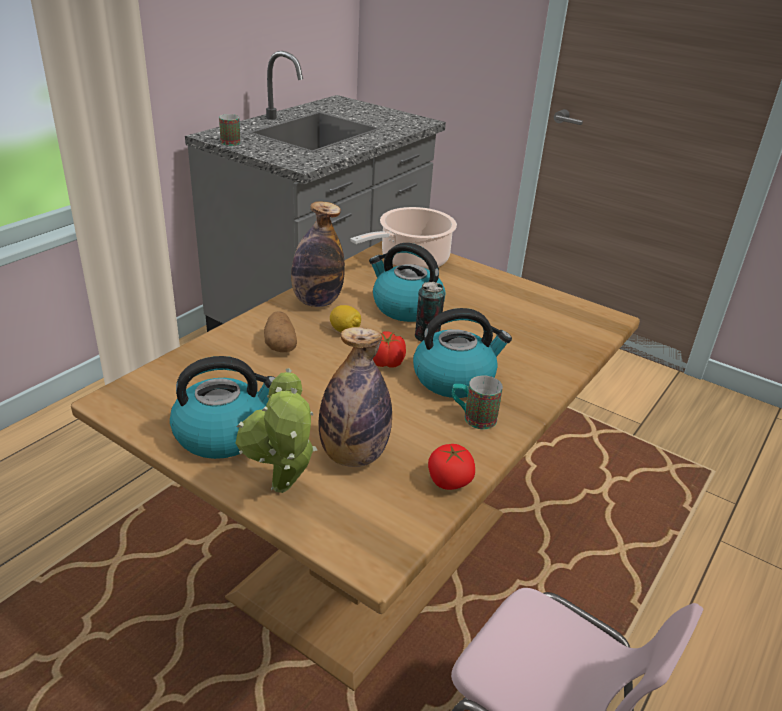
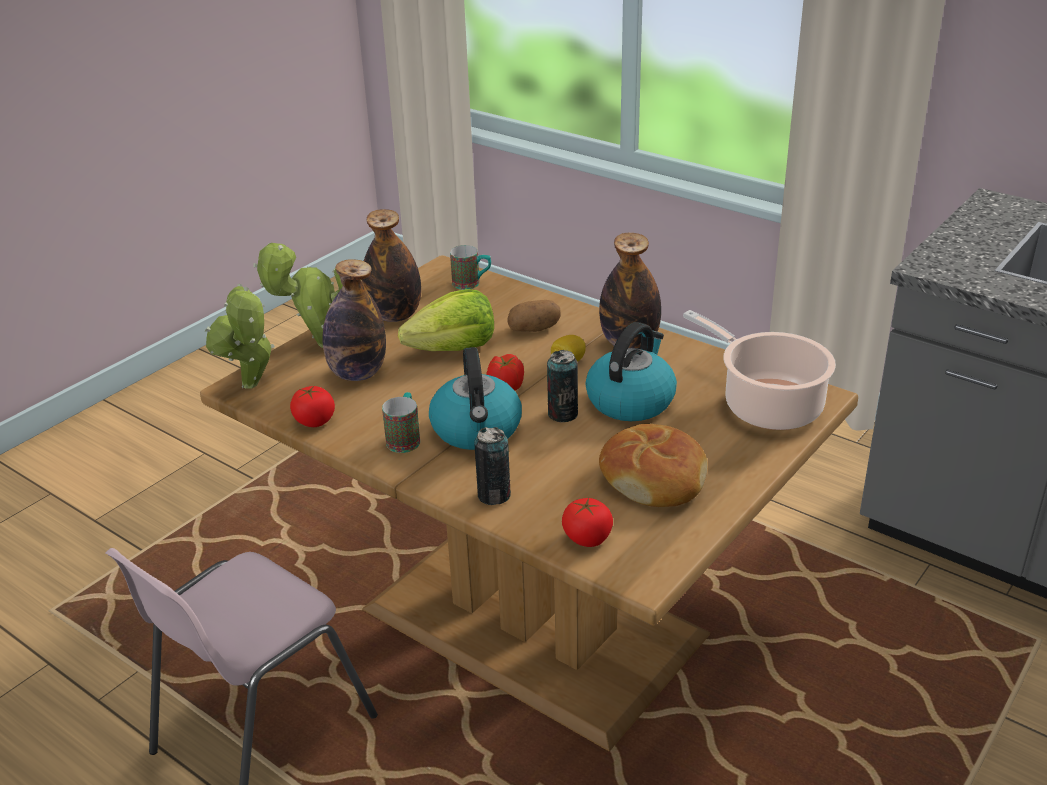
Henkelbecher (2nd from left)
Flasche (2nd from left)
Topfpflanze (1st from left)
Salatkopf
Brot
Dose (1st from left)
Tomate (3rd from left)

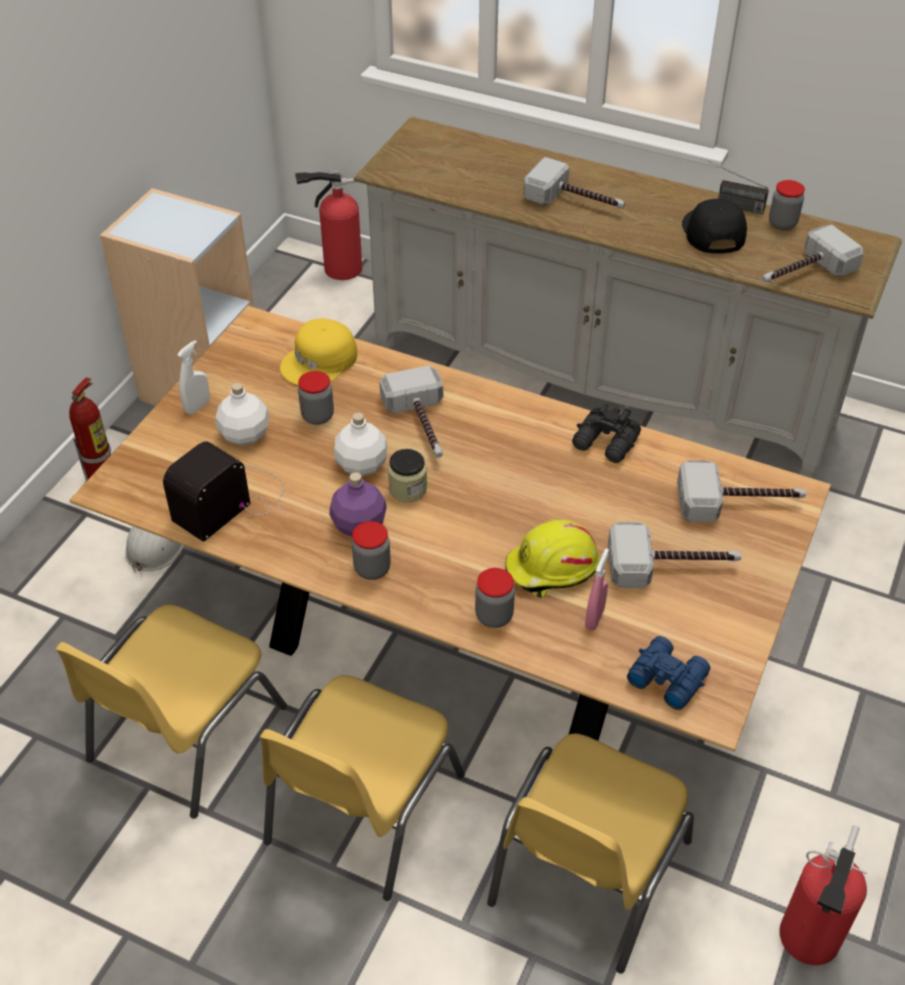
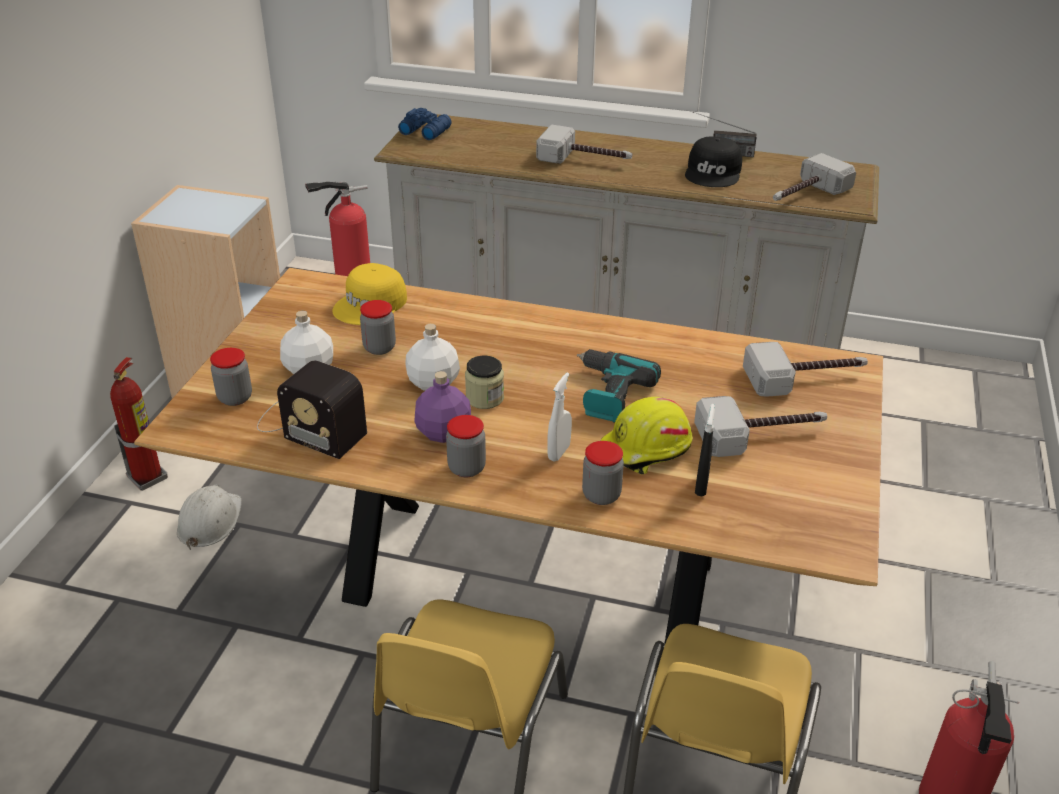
Vorratsglas (1st from left)
Kappe/schwarz
Sprühflasche/weiß
Hammer (1st from left in the first image)
Fernglas/schwarz
Radio (1st from left)
Sprühflasche/schwarz
Stuhl/gelb (1st from left in the first image)
Fernglas/blau
Bohrmaschine

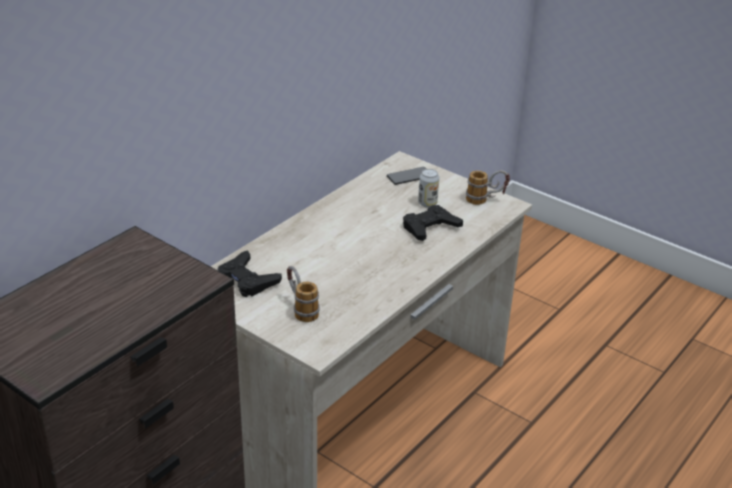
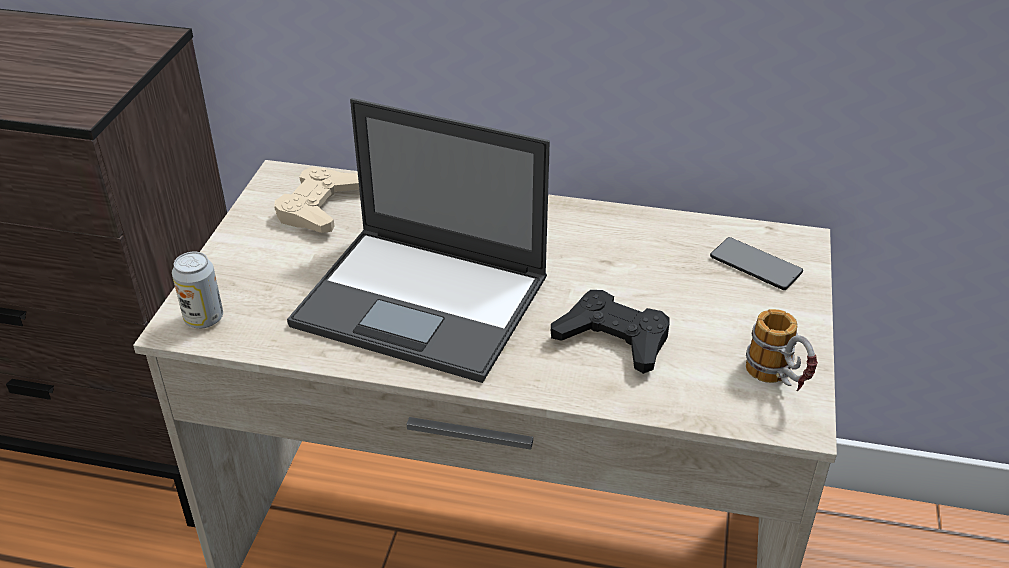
Dose
Gamepad/beige
Henkelbecher (1st from left in the first image)
Laptop

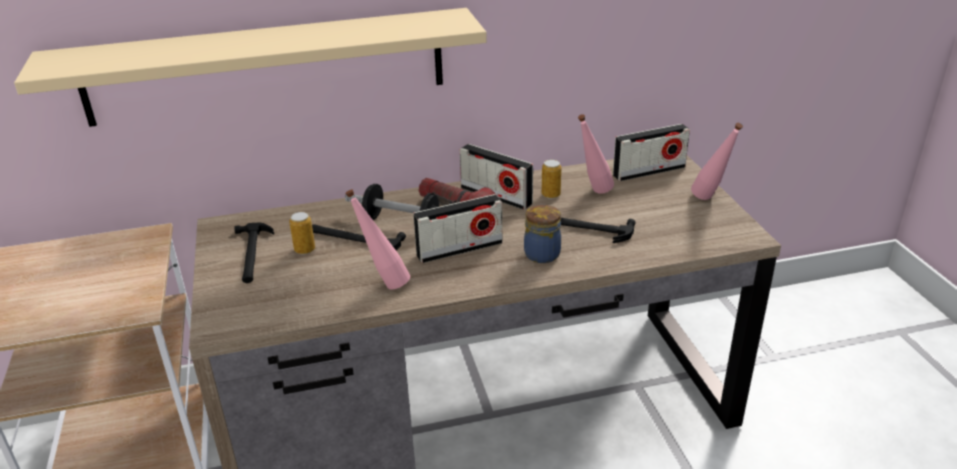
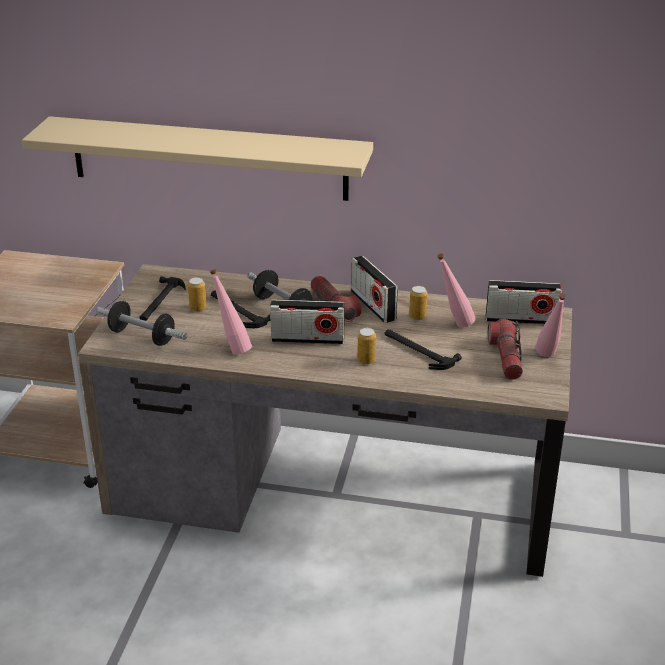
Dose (2nd from left)
Hantel (1st from left)
Taschenlampe (2nd from left)

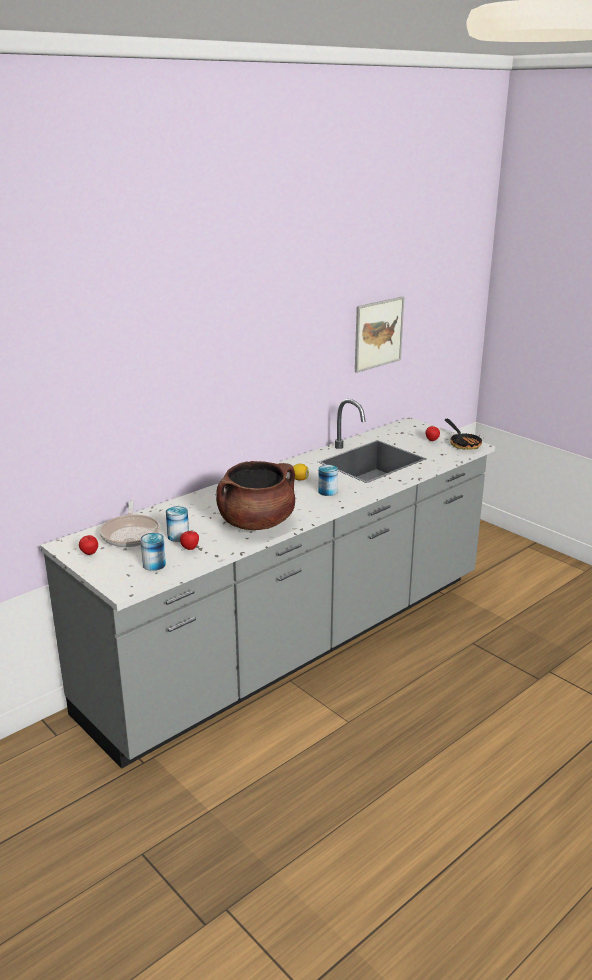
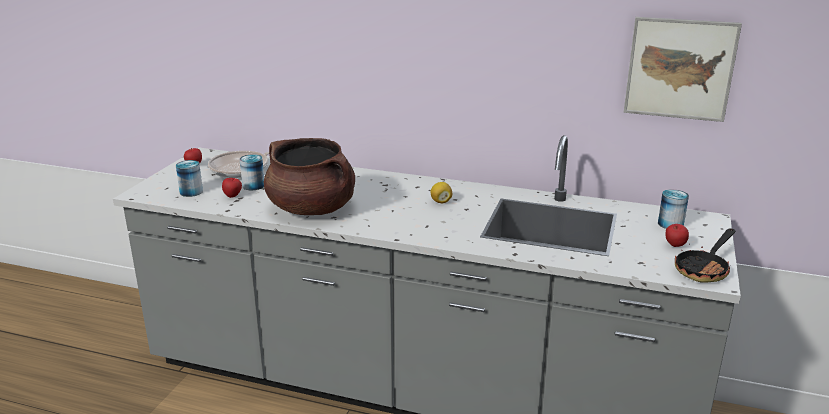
Dose (3rd from left)

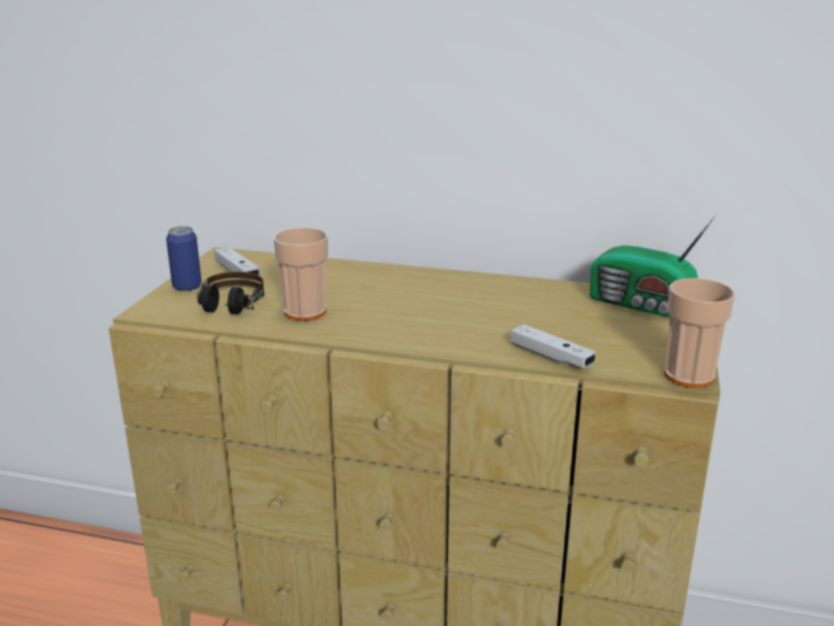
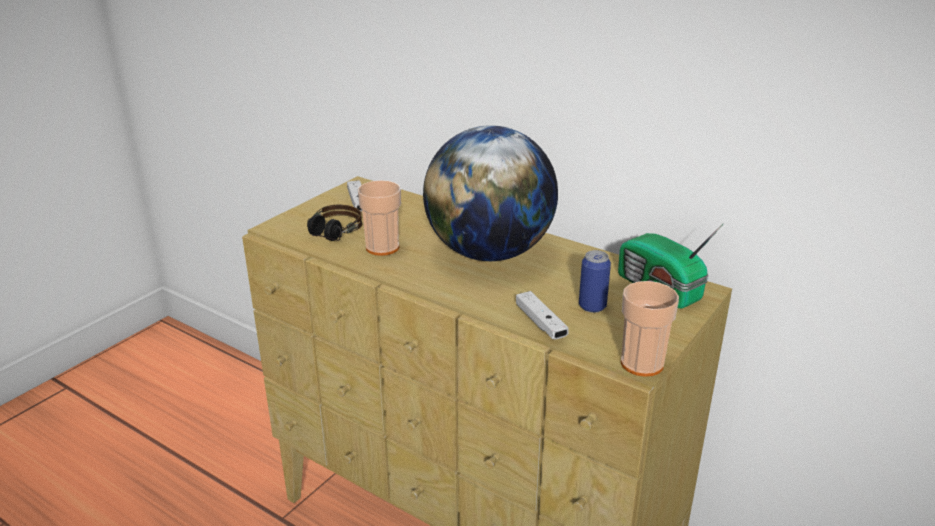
Dose
Globus

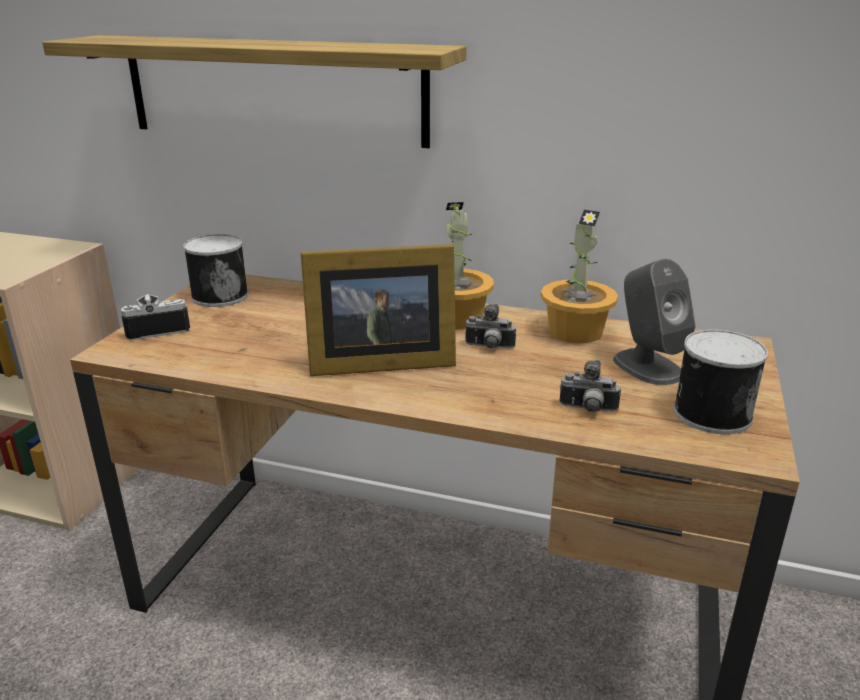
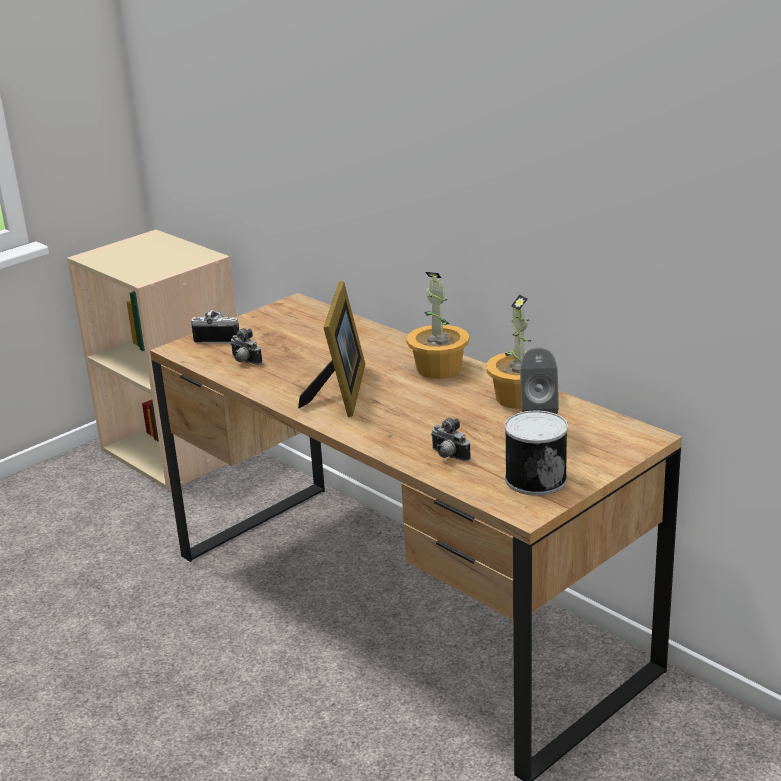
Wandregal
Dose (1st from left in the first image)
Bilderrahmen
Kamera (2nd from left)

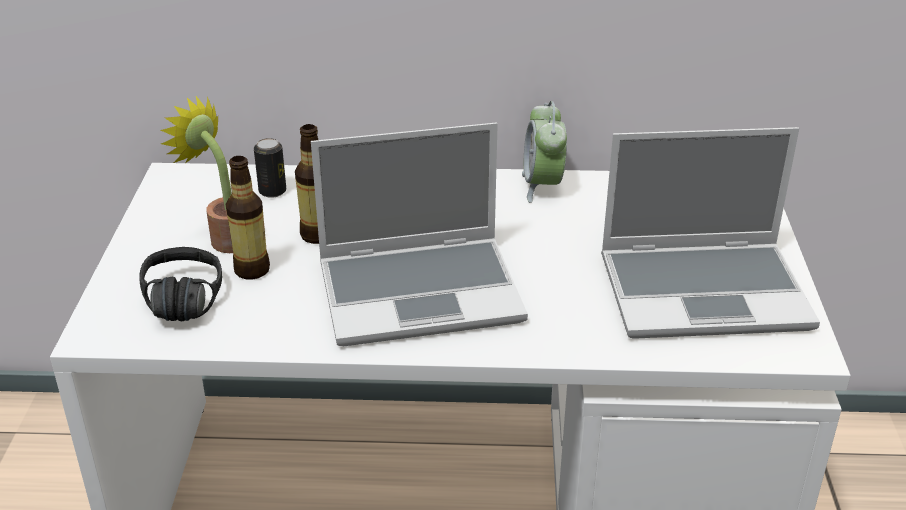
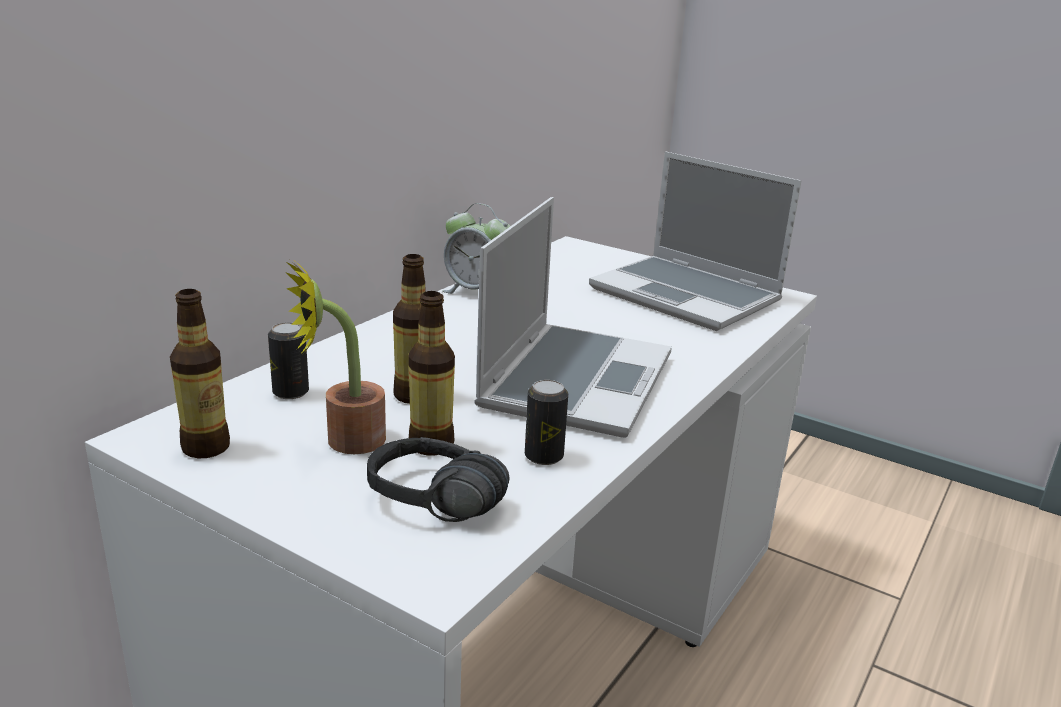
Laptop (2nd from left)
Flasche (1st from left)
Dose (2nd from left)

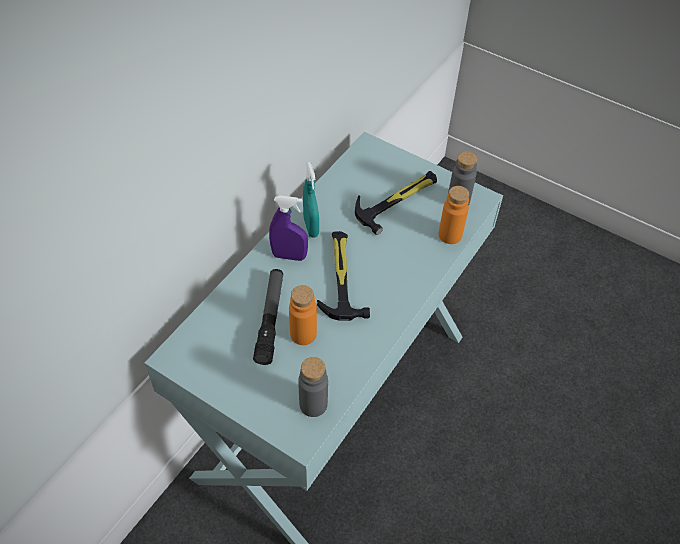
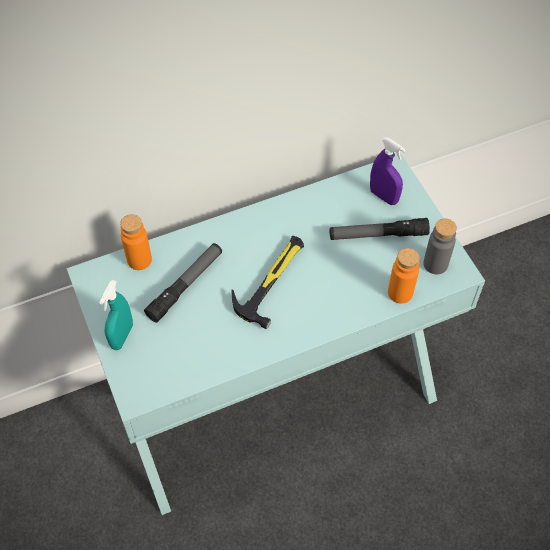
Sprühflasche/türkis
Taschenlampe (2nd from left)
Sprühflasche/lila
Flasche/orange (1st from left)
Flasche/grau (1st from left in the first image)

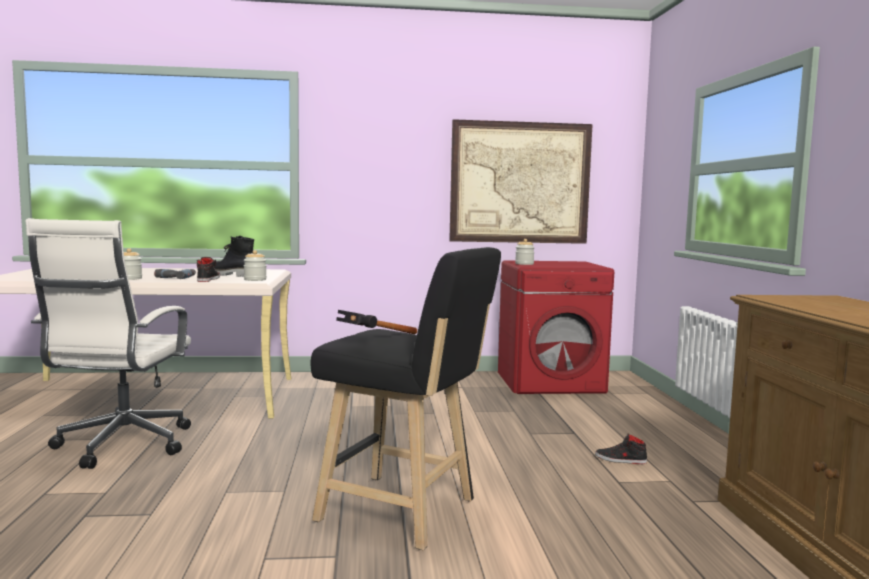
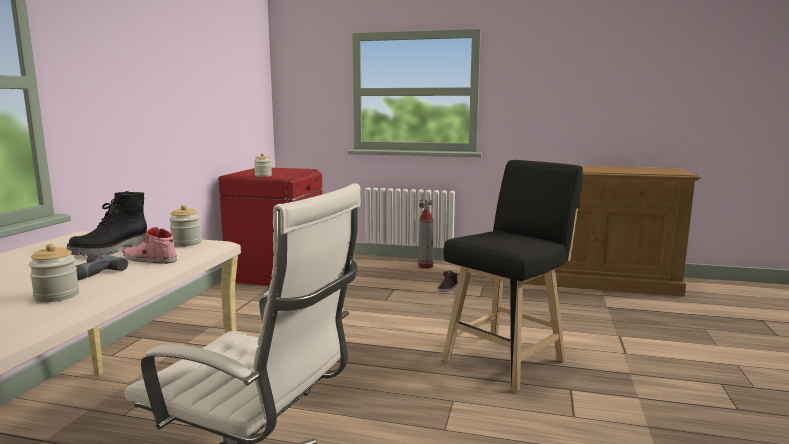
Bild
Schuh/rosa
Hammer
Feuerlöscher

